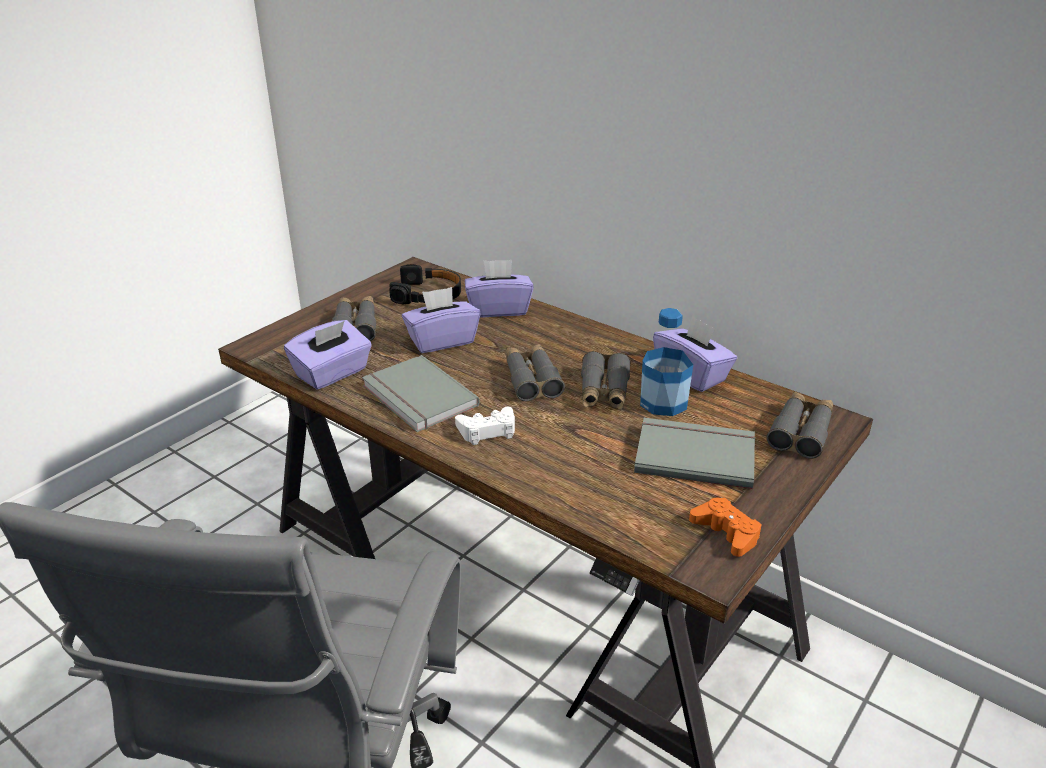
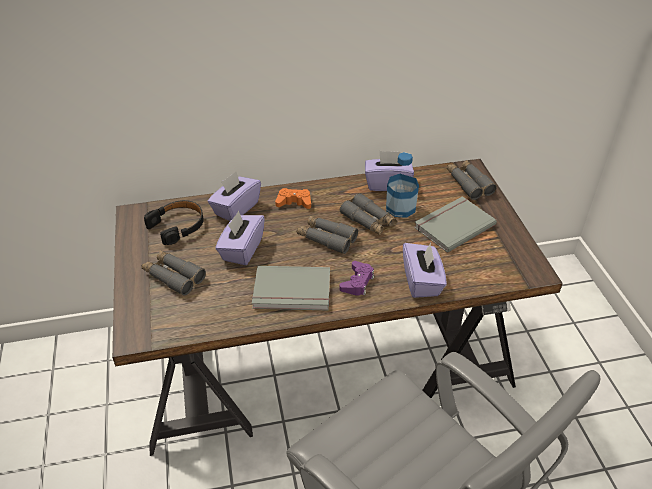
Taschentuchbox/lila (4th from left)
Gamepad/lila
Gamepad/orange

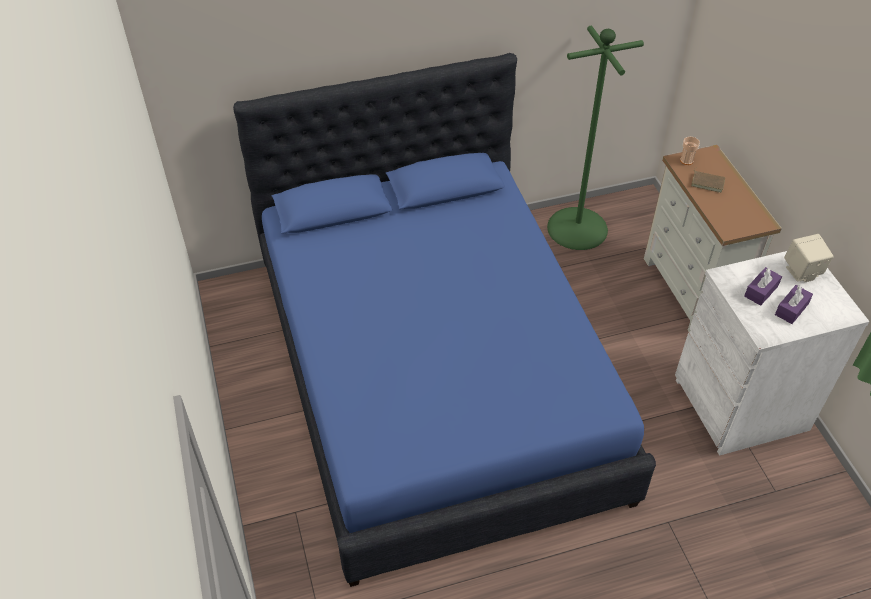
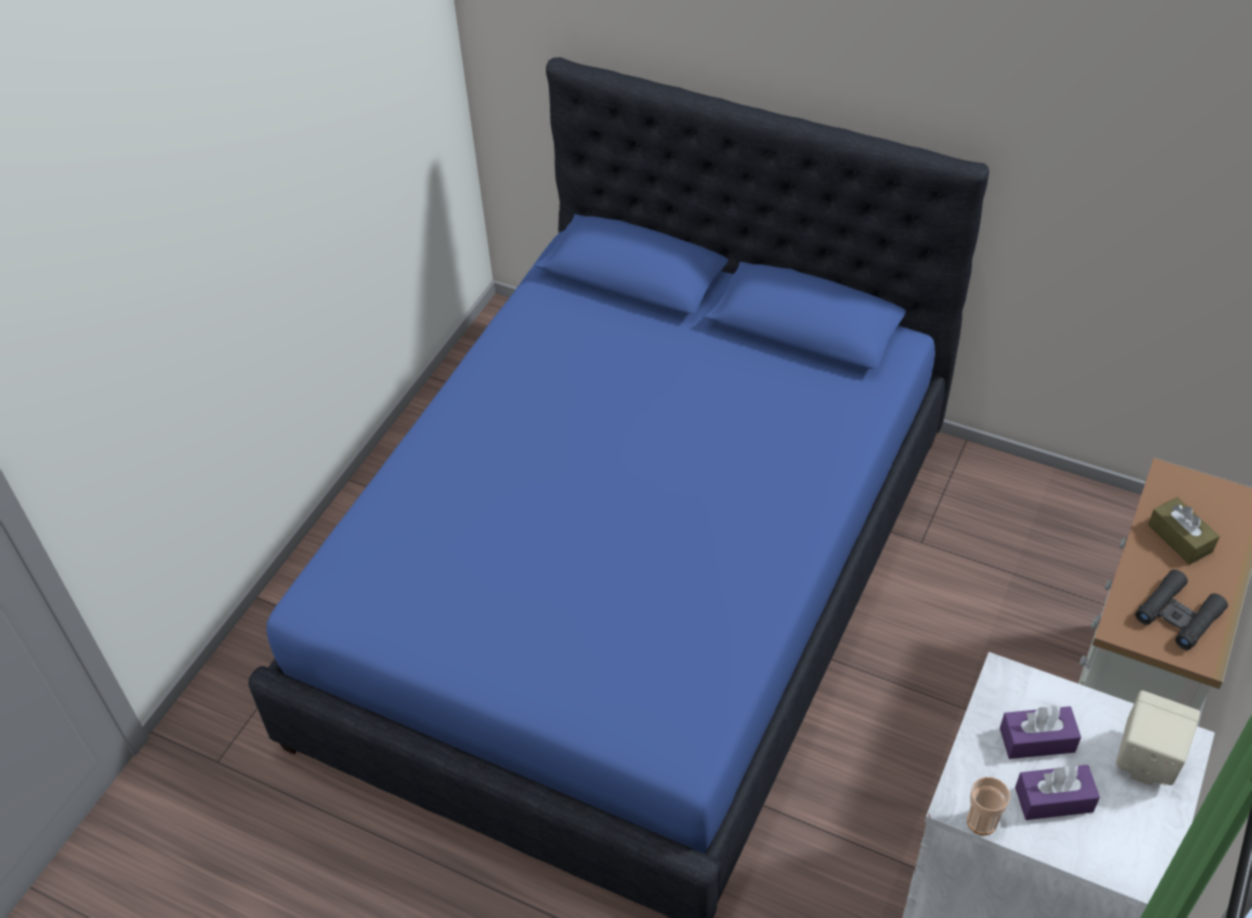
Kleiderständer/grün
Tasse
Taschentuchbox/braun
Fernglas/schwarz

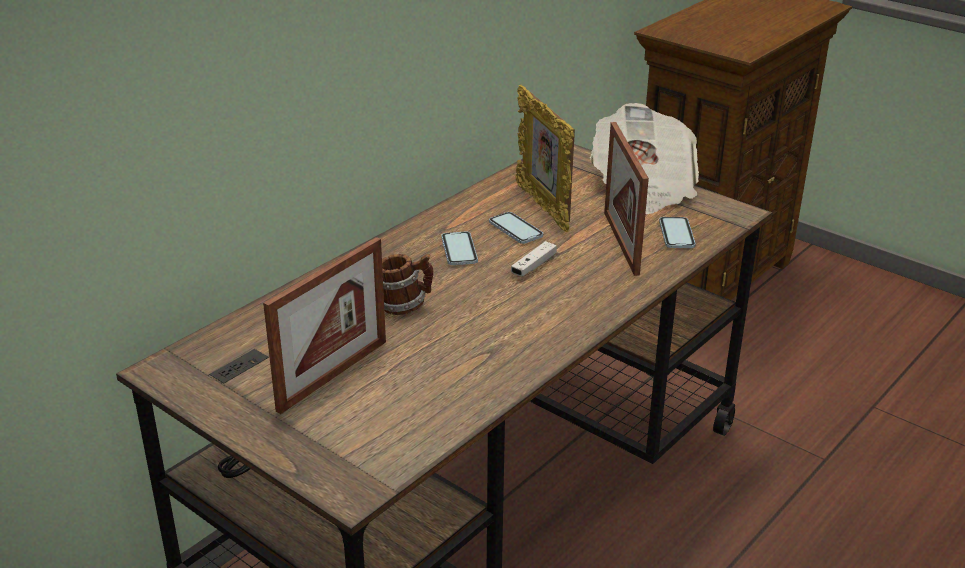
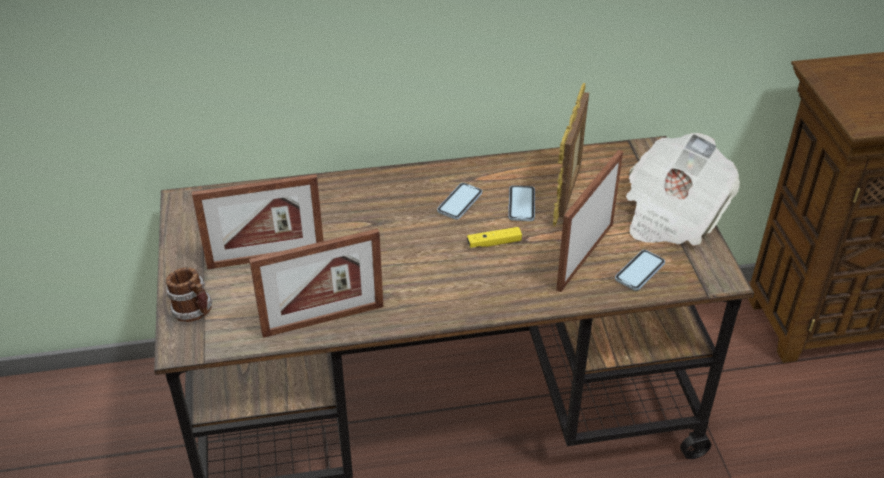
Gamepad/gelb
Henkelbecher
Bilderrahmen (2nd from left)

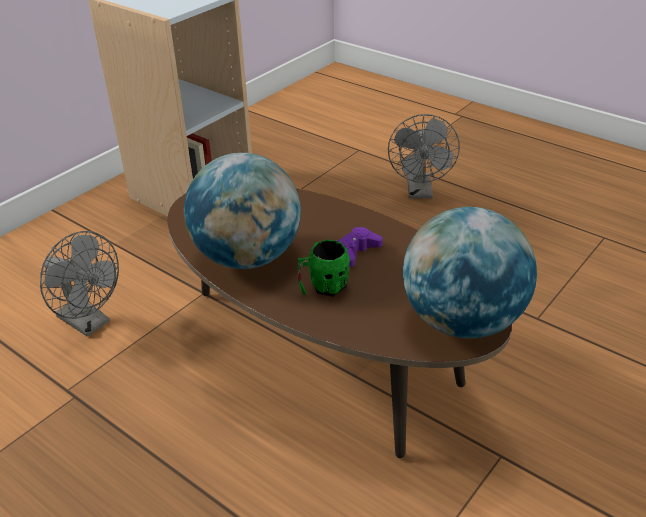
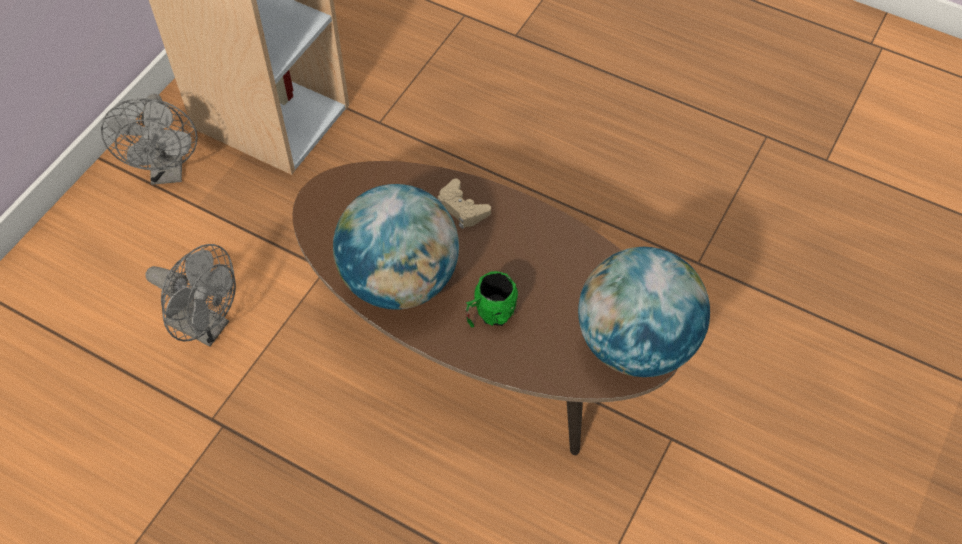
Ventilator/grau (1st from left)
Gamepad/lila
Gamepad/beige

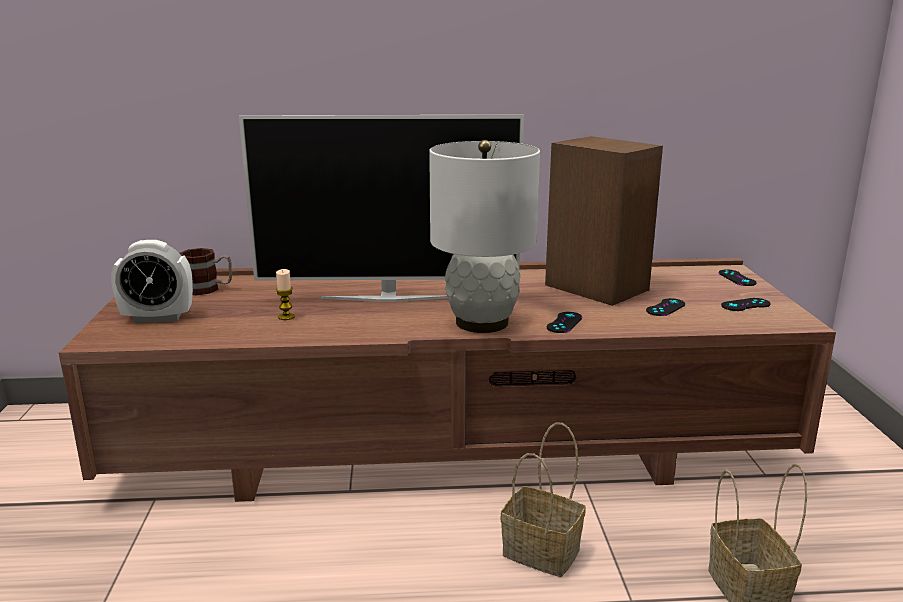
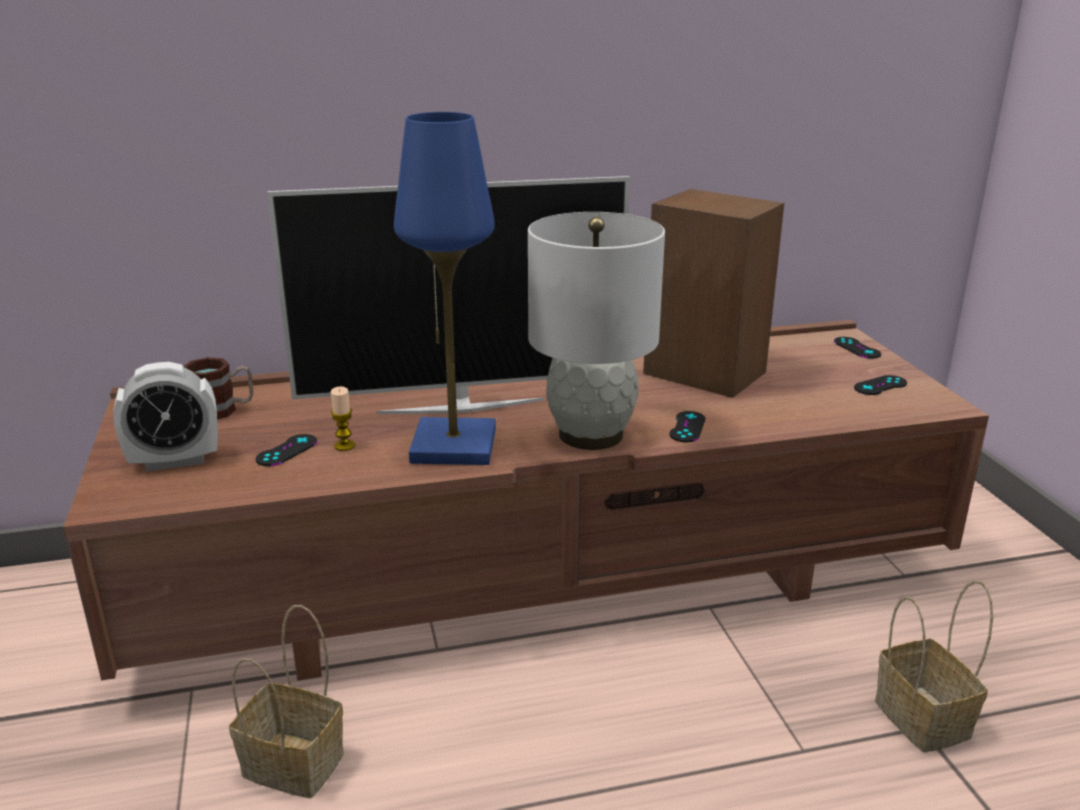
Gamepad/schwarz (1st from left)
Korb (1st from left)
Tischlampe/blau

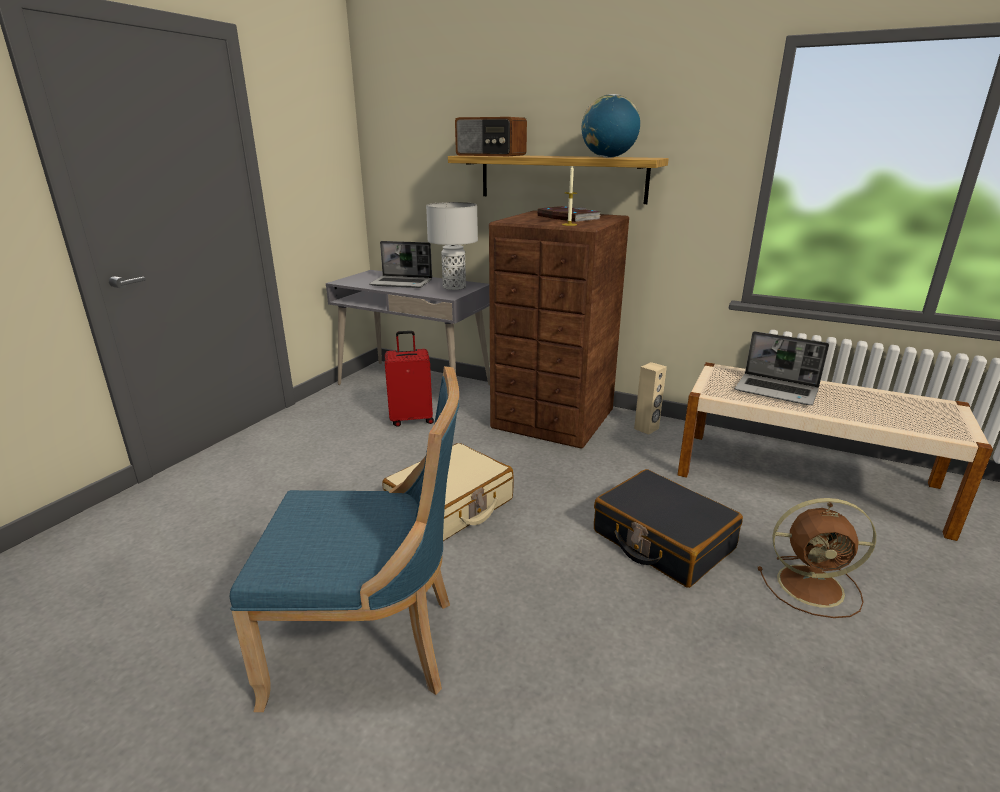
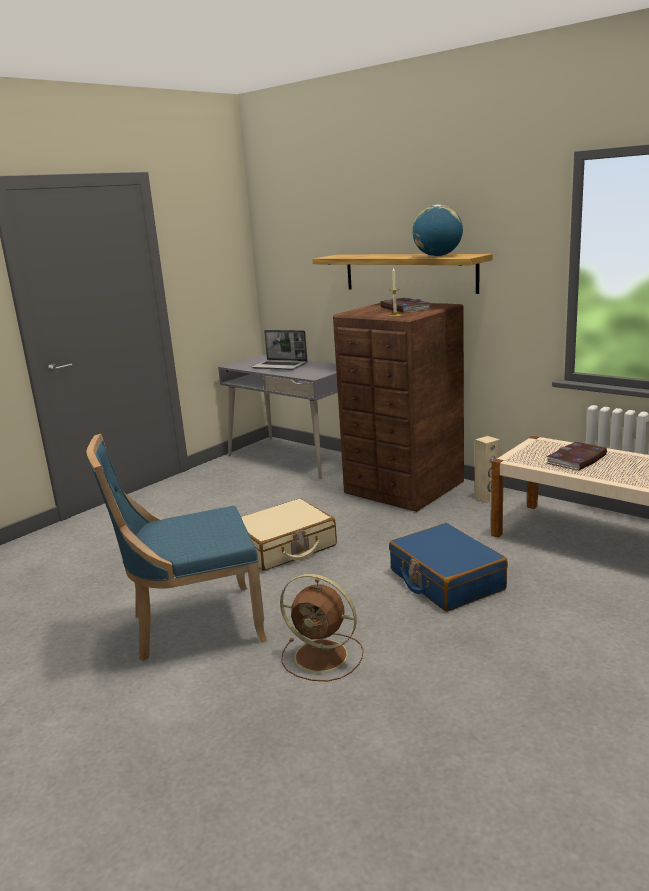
Radio
Tischlampe/weiß
Koffer/rot
Buch (2nd from left)
Stuhl/blau
Koffer/blau
Ventilator/braun

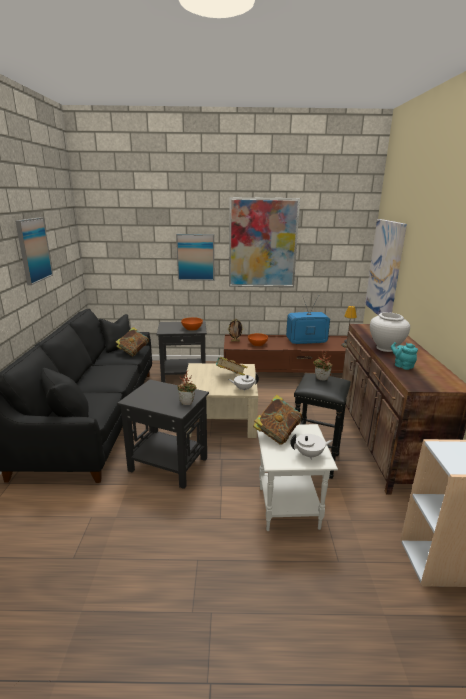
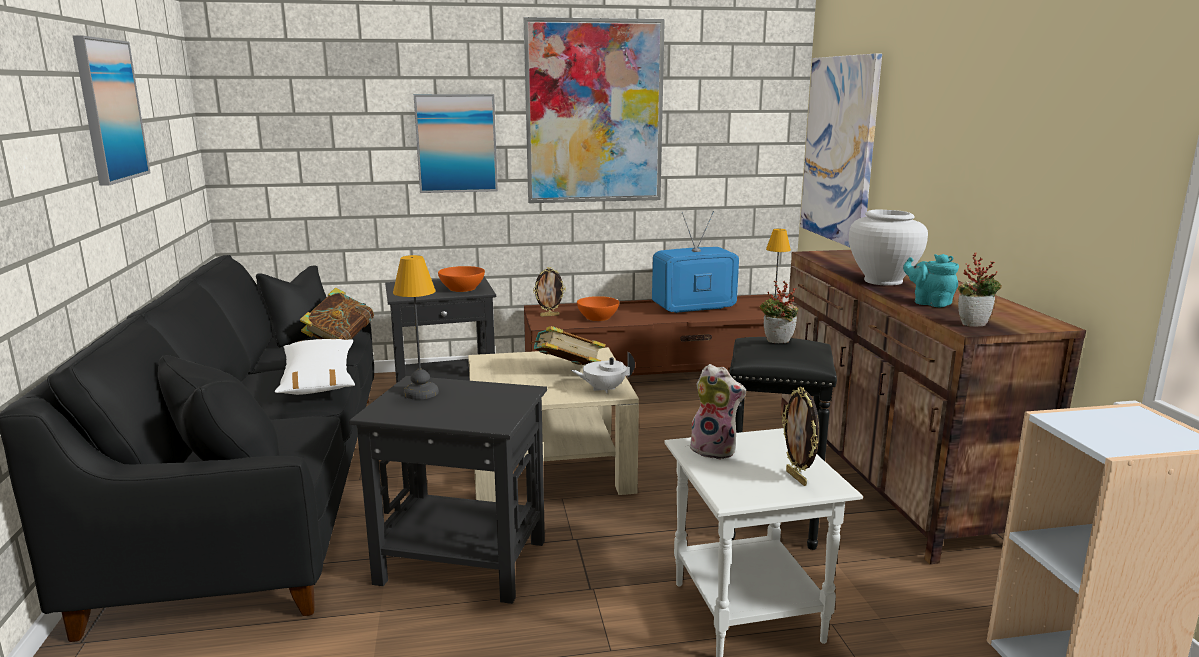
Topfpflanze (2nd from left)
Plüschtier
Bilderrahmen (2nd from left)
Tischlampe (1st from left)
Kissen/weiß

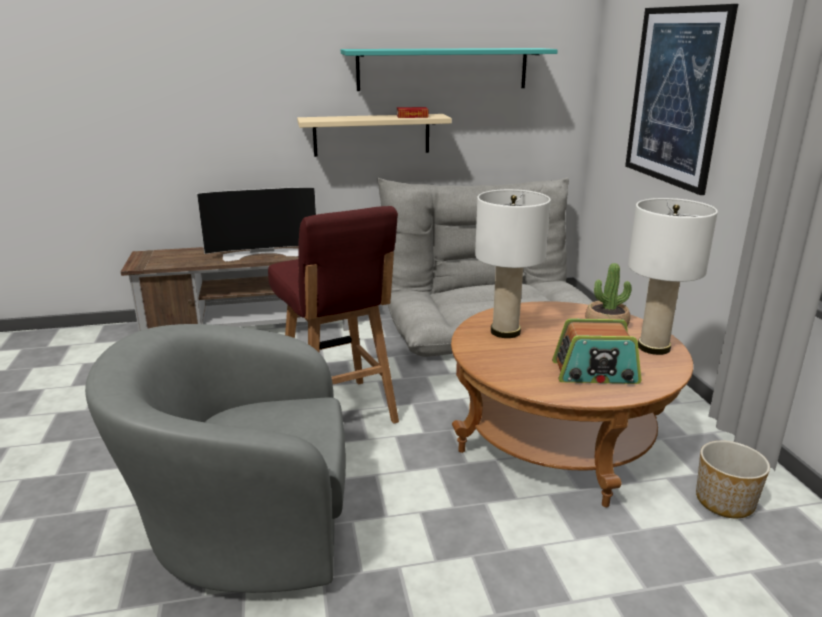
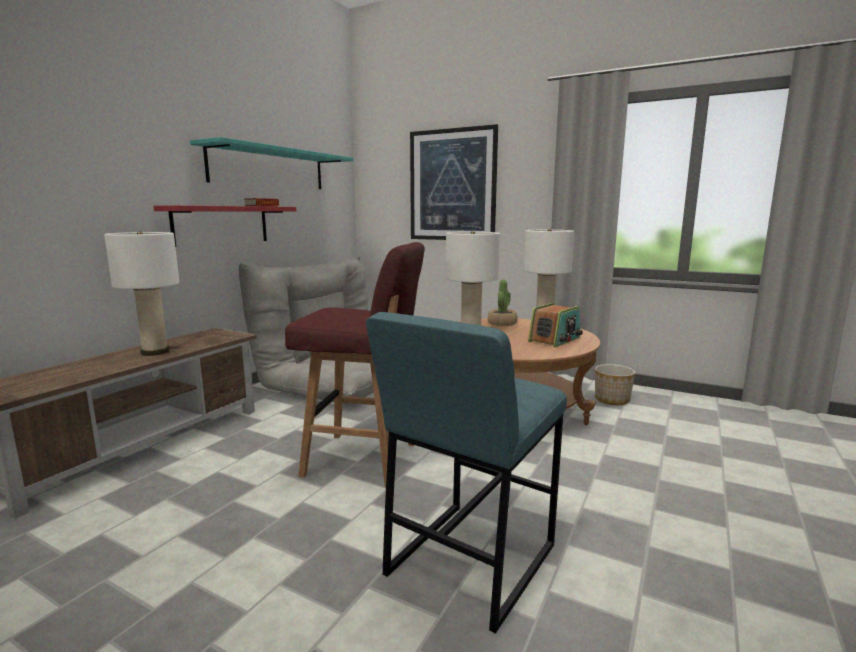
Wandregal/rot
Tischlampe/weiß (1st from left)
Hocker/blau

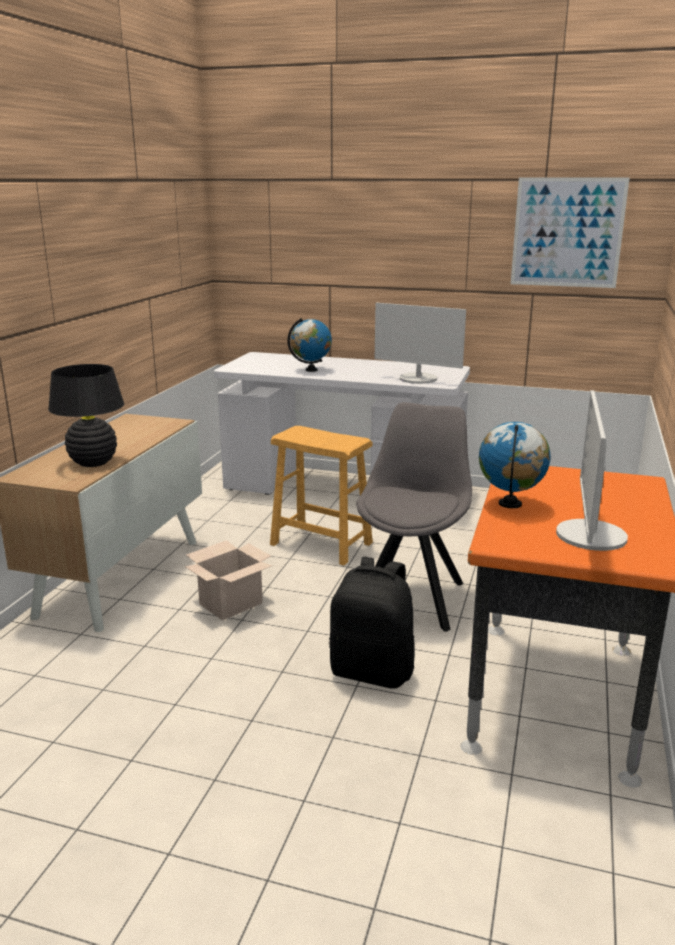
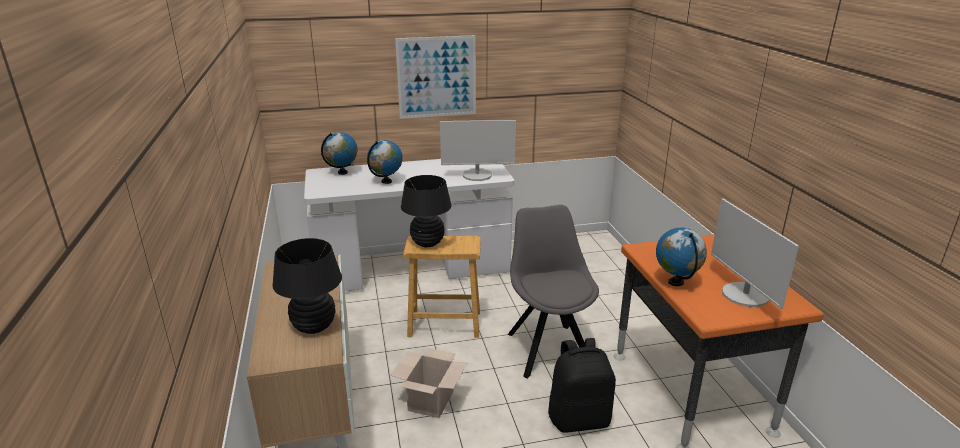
Bild
Globus (1st from left)
Tischlampe/schwarz (2nd from left)

